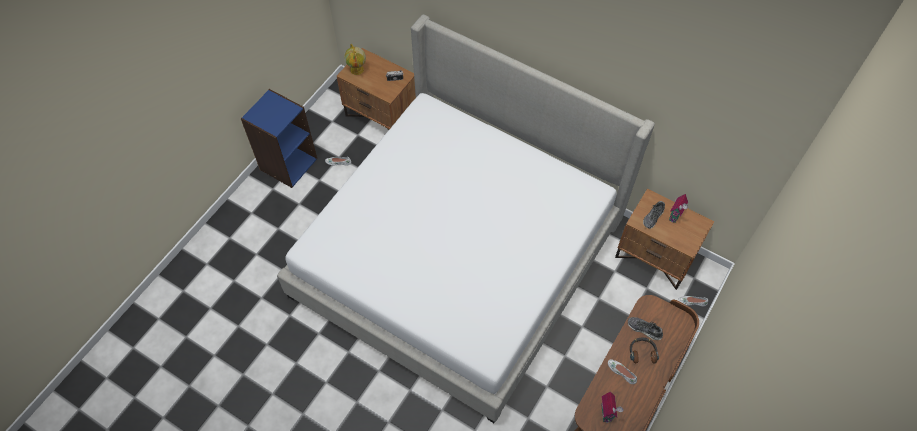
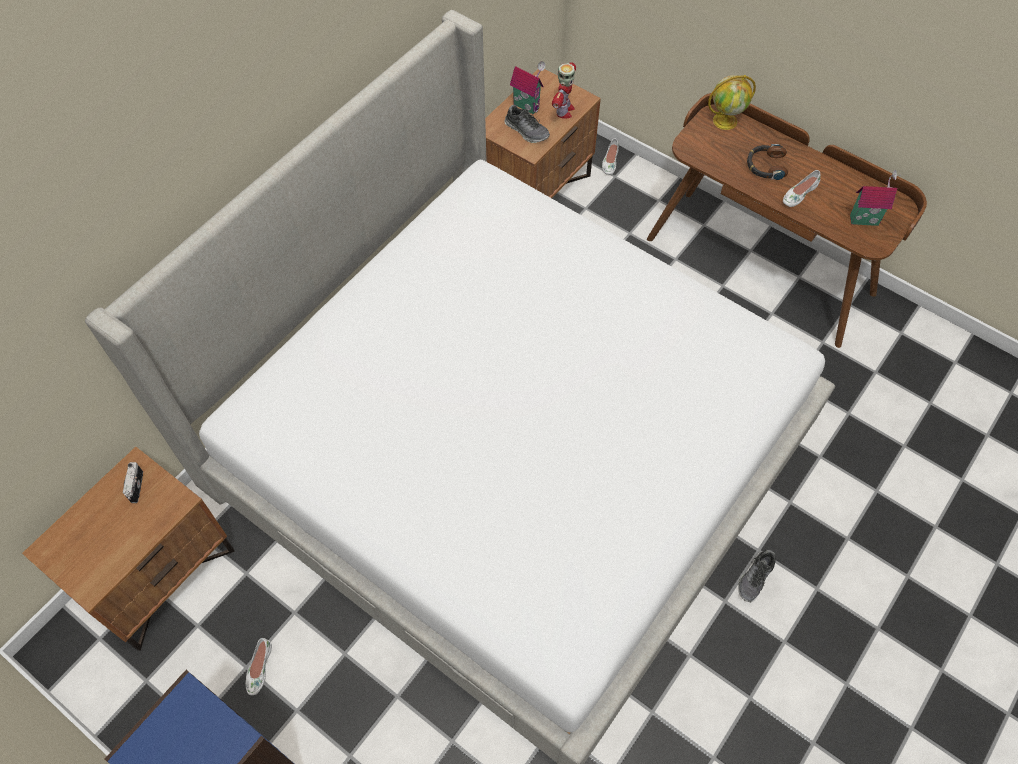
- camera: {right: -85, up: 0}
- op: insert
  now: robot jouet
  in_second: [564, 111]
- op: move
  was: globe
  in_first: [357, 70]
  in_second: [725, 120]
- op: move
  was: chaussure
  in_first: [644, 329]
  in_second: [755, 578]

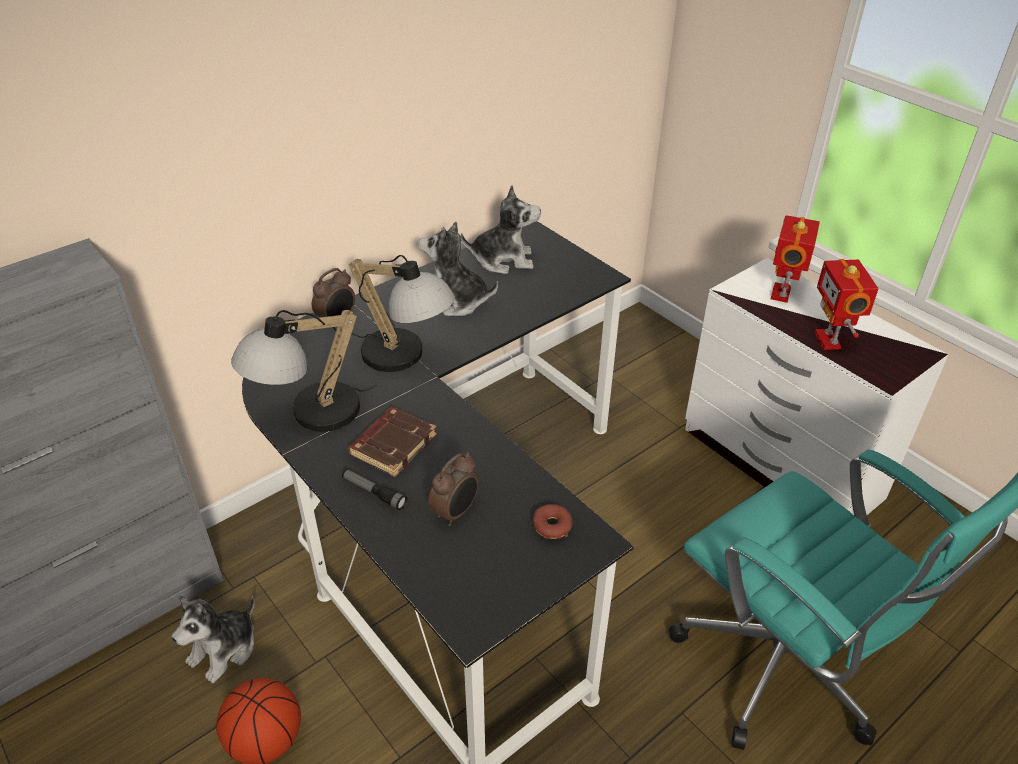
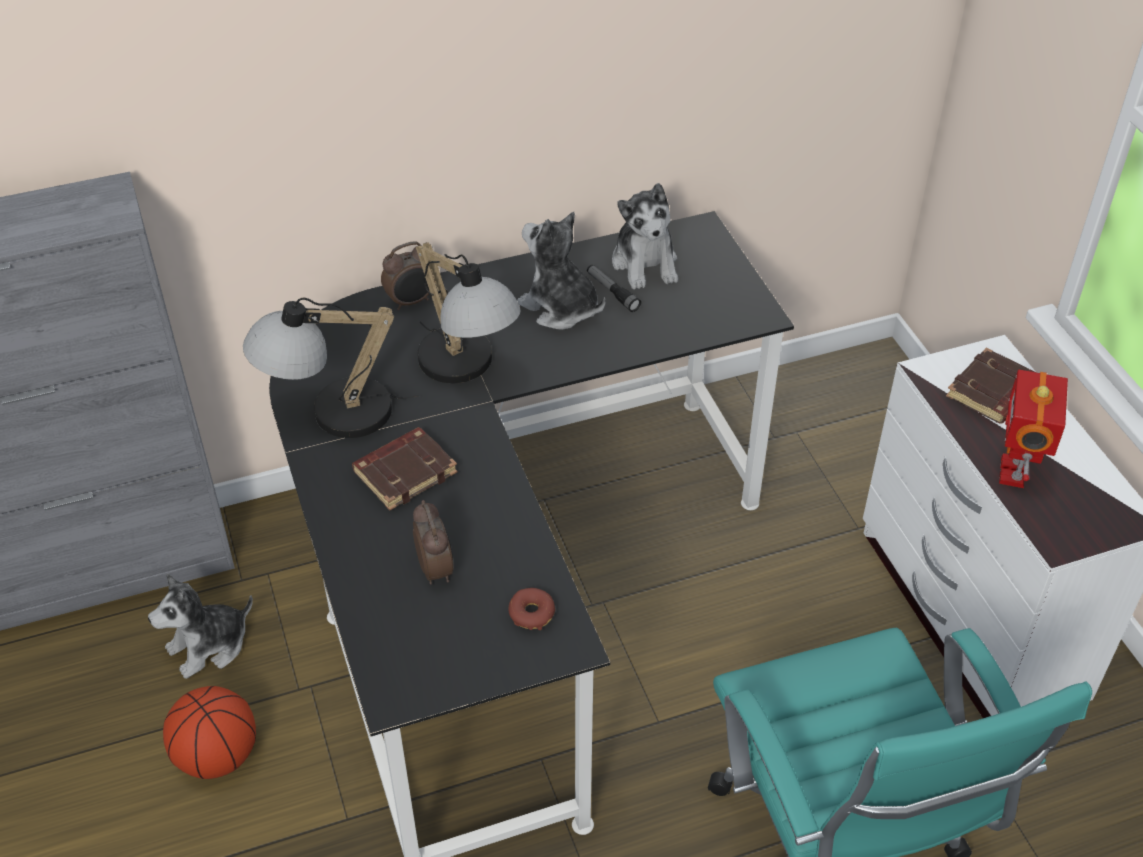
- camera: {right: 20, up: 5}
- op: rotate
  was: réveil
  in_first: [456, 512]
  in_second: [436, 569]
  clockwise: -75
- op: move
  was: lampe de poche
  in_first: [374, 493]
  in_second: [612, 292]
- op: rotate
  was: peluche
  in_first: [503, 260]
  in_second: [645, 263]
  clockwise: 60
- op: replace
  was: robot jouet
  now: livre (marron)
  in_first: [782, 294]
  in_second: [992, 392]

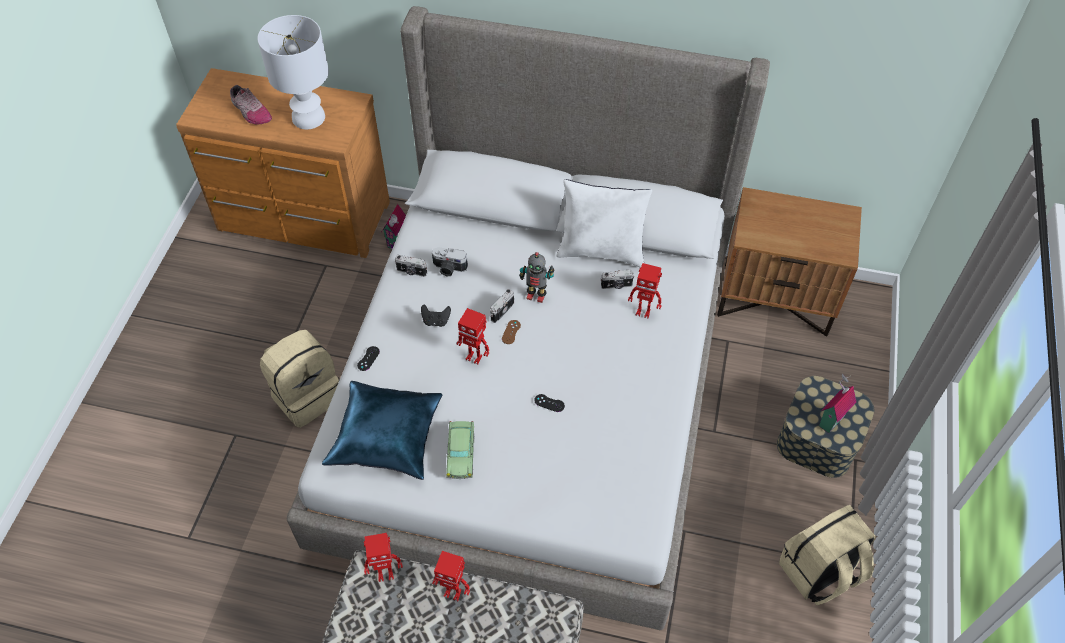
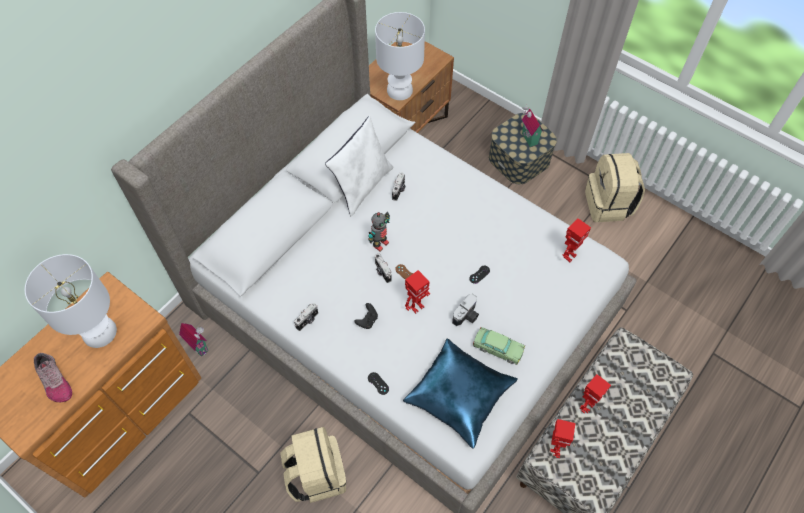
- camera: {right: -65, up: 5}
- op: rotate
  was: chaussure
  in_first: [250, 112]
  in_second: [54, 380]
  clockwise: 75
- op: insert
  now: lampe de table (blanc)
  in_second: [400, 90]
- op: move
  was: appareil photo
  in_first: [449, 268]
  in_second: [467, 316]
- op: move
  was: robot jouet
  in_first: [643, 312]
  in_second: [569, 256]

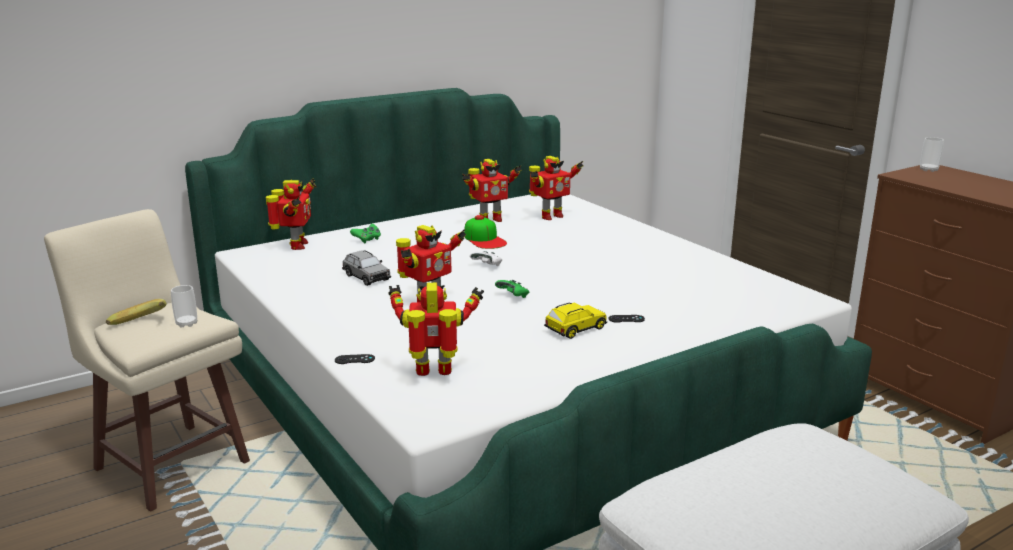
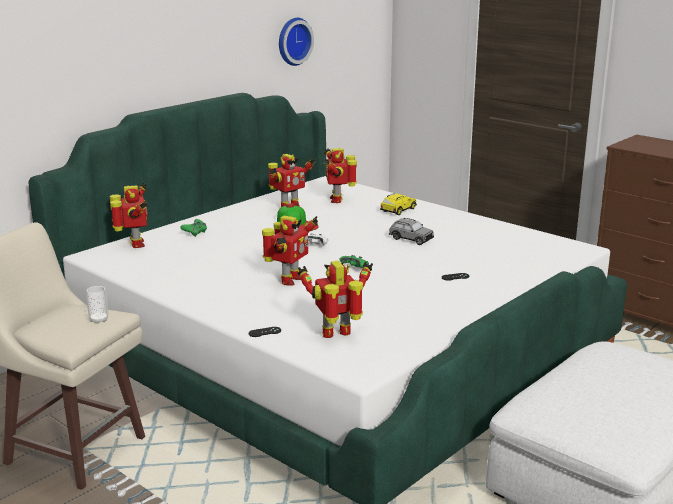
- camera: {right: -15, up: 0}
- op: insert
  now: horloge murale
  in_second: [292, 41]
- op: rotate
  was: robot jouet
  in_first: [550, 216]
  in_second: [338, 199]
  clockwise: 135
- op: move
  was: petite voiture (jaune)
  in_first: [575, 329]
  in_second: [398, 210]
- op: move
  was: petite voiture (gris)
  in_first: [366, 277]
  in_second: [411, 239]
- op: delete
  was: banane
  in_first: [141, 325]
- op: delete
  was: tasse
  in_first: [928, 170]

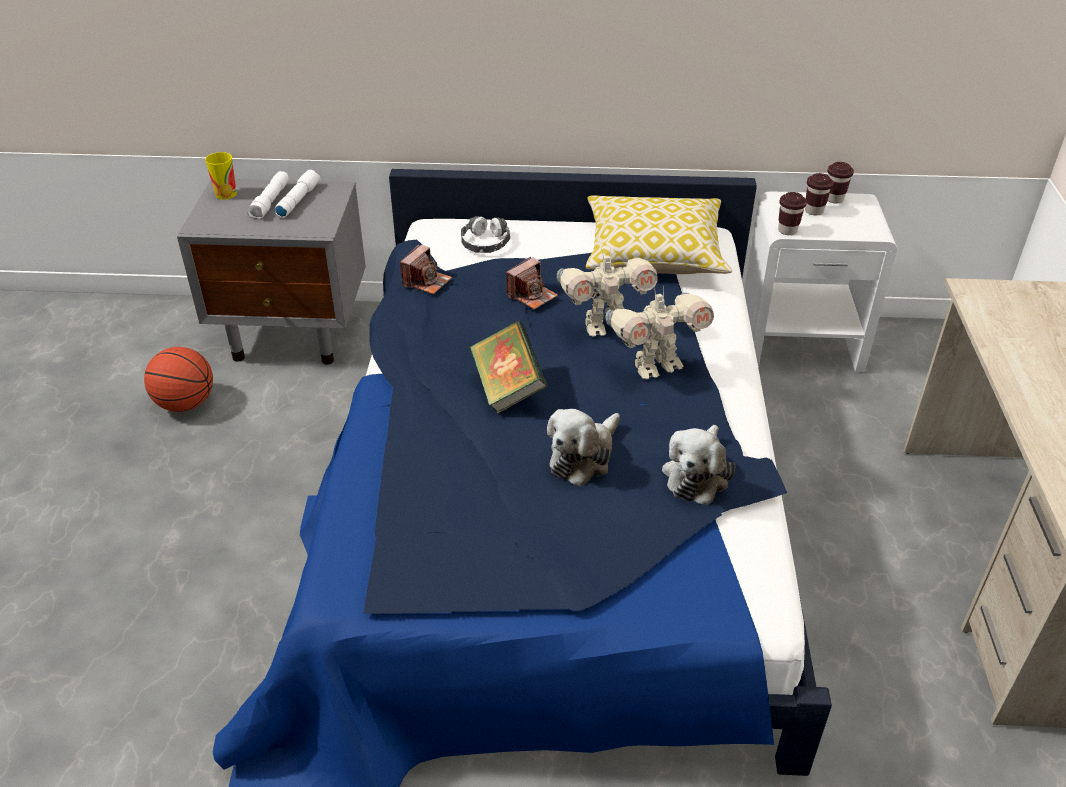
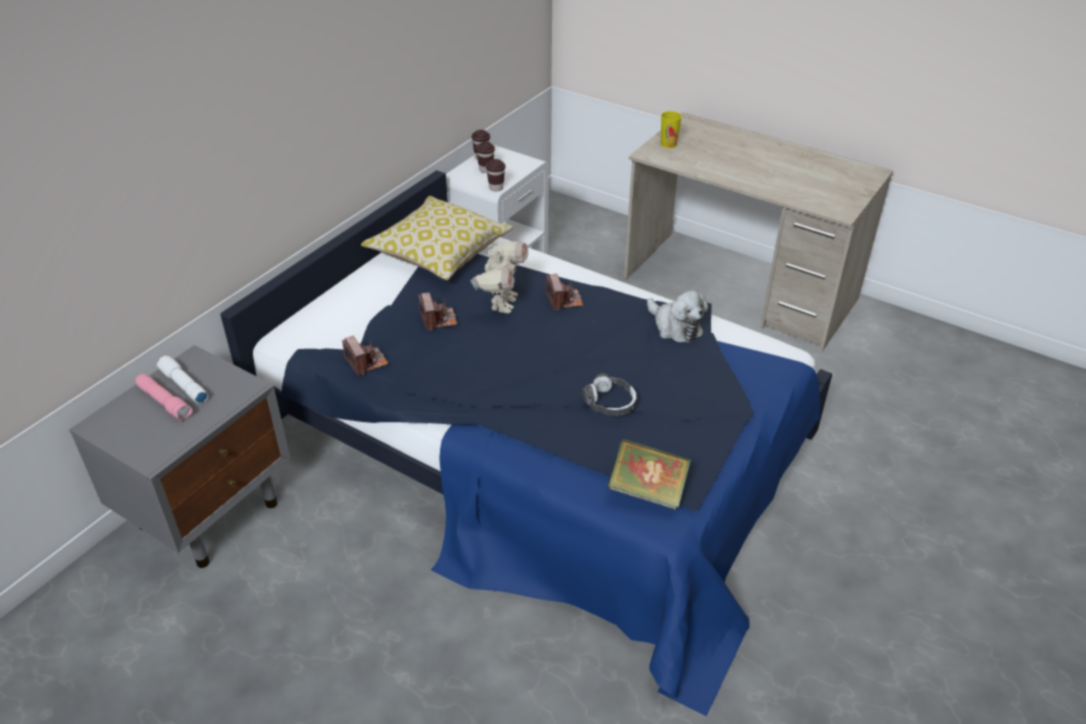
- camera: {right: -60, up: 0}
- op: recolor
  was: lampe de poche (blanc)
  now: lampe de poche (rose)
  in_first: [271, 202]
  in_second: [166, 402]
- op: replace
  was: robot jouet
  now: appareil photo
  in_first: [655, 366]
  in_second: [564, 300]
- op: move
  was: casque audio
  in_first: [485, 243]
  in_second: [609, 402]
- op: move
  was: livre
  in_first: [508, 387]
  in_second: [647, 491]
- op: move
  was: tasse
  in_first: [226, 194]
  in_second: [668, 144]
- op: delete
  was: ballon de basket
  in_first: [185, 404]
- op: delete
  was: peluche
  in_first: [583, 457]

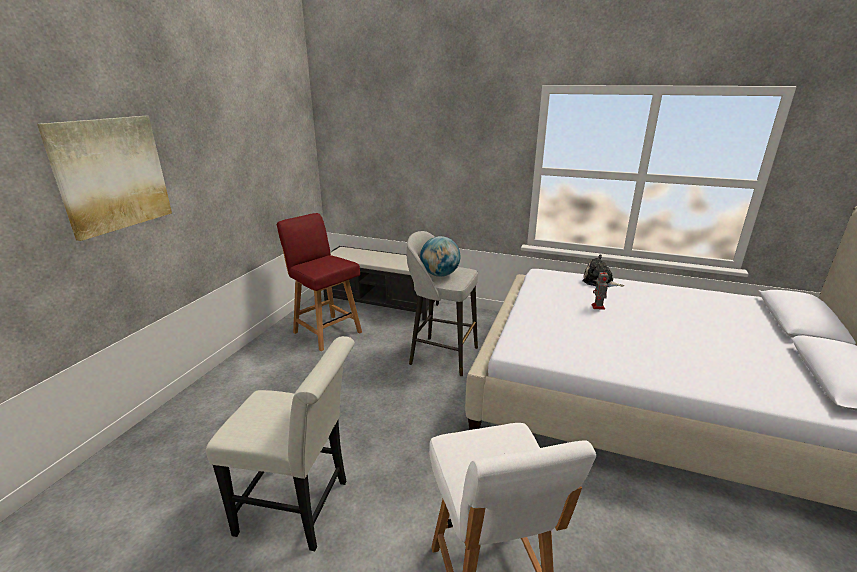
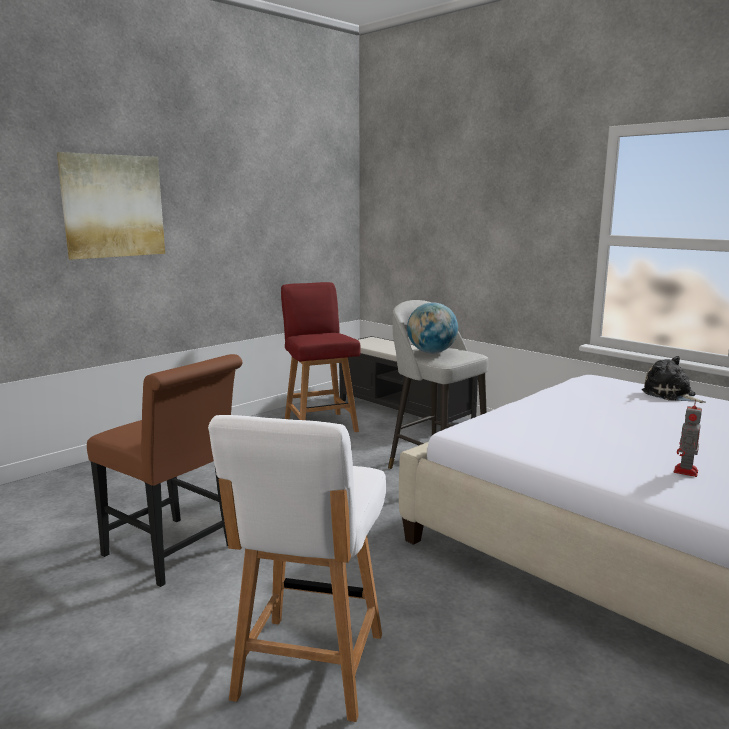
- camera: {right: 25, up: -10}
- op: recolor
  was: chaise (blanc)
  now: chaise (marron)
  in_first: [301, 508]
  in_second: [175, 553]
- op: move
  was: robot jouet
  in_first: [598, 307]
  in_second: [685, 472]

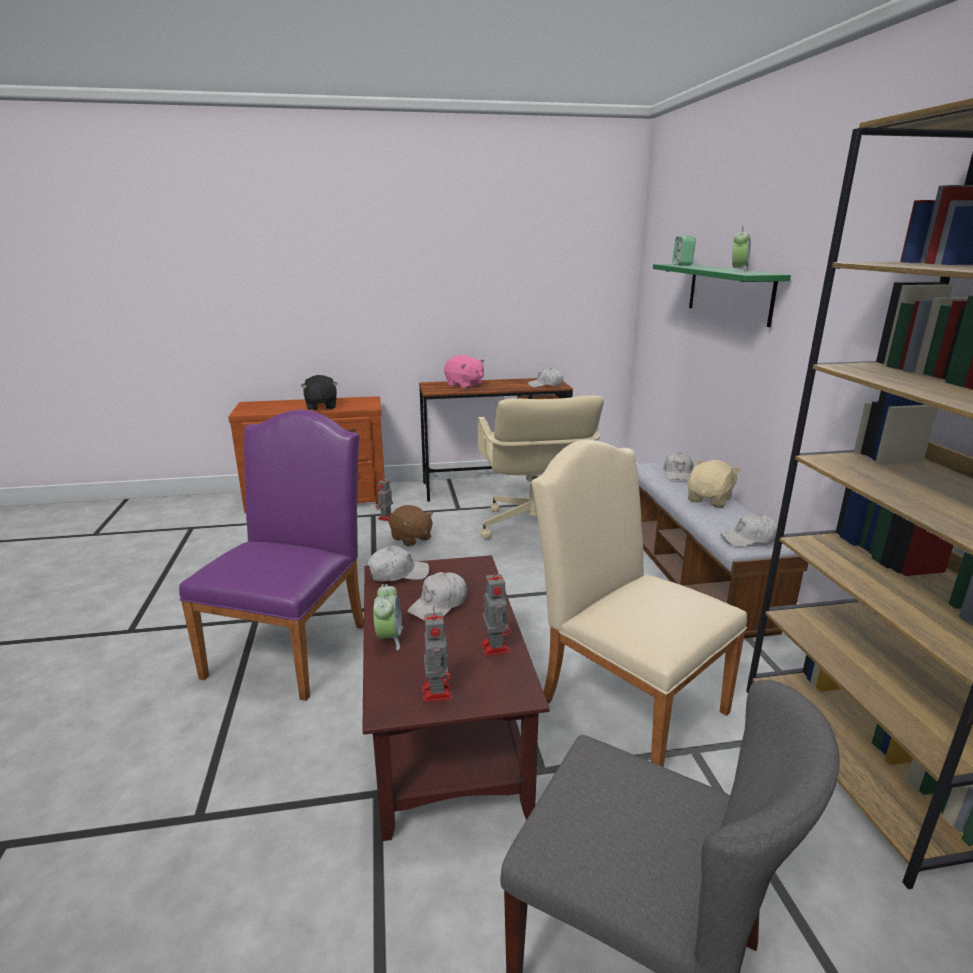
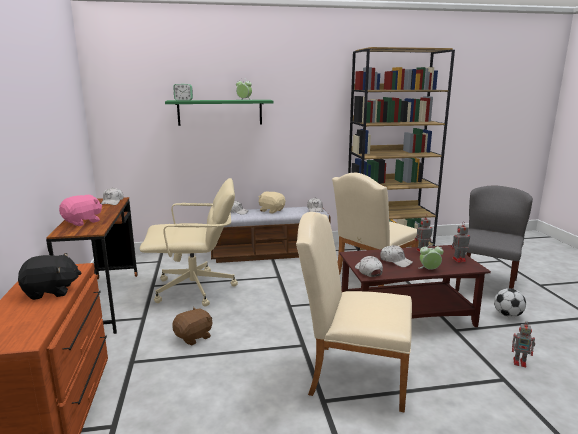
- camera: {right: -90, up: -5}
- op: recolor
  was: chaise (violet)
  now: chaise (beige)
  in_first: [294, 644]
  in_second: [351, 374]
- op: insert
  now: ballon de foot
  in_second: [507, 315]
- op: move
  was: robot jouet
  in_first: [385, 518]
  in_second: [520, 362]

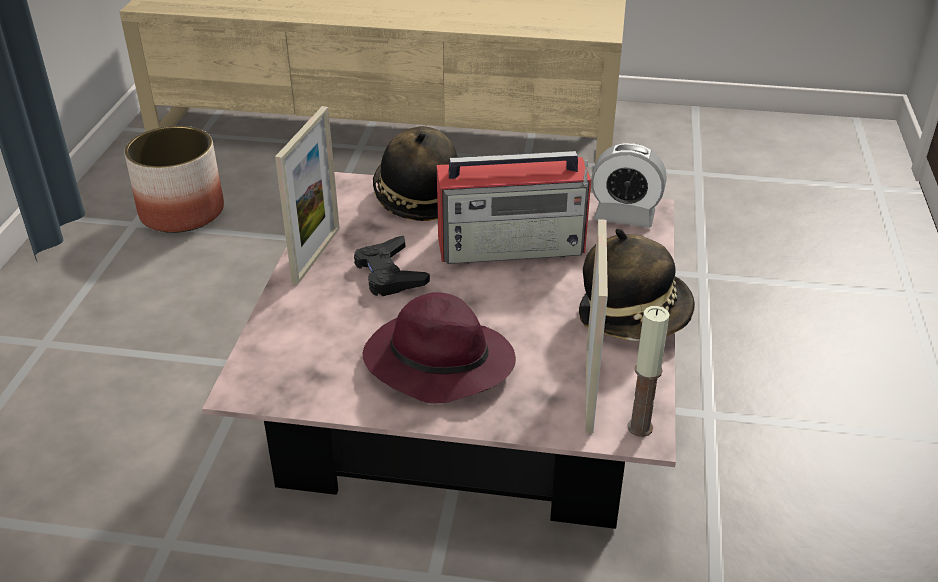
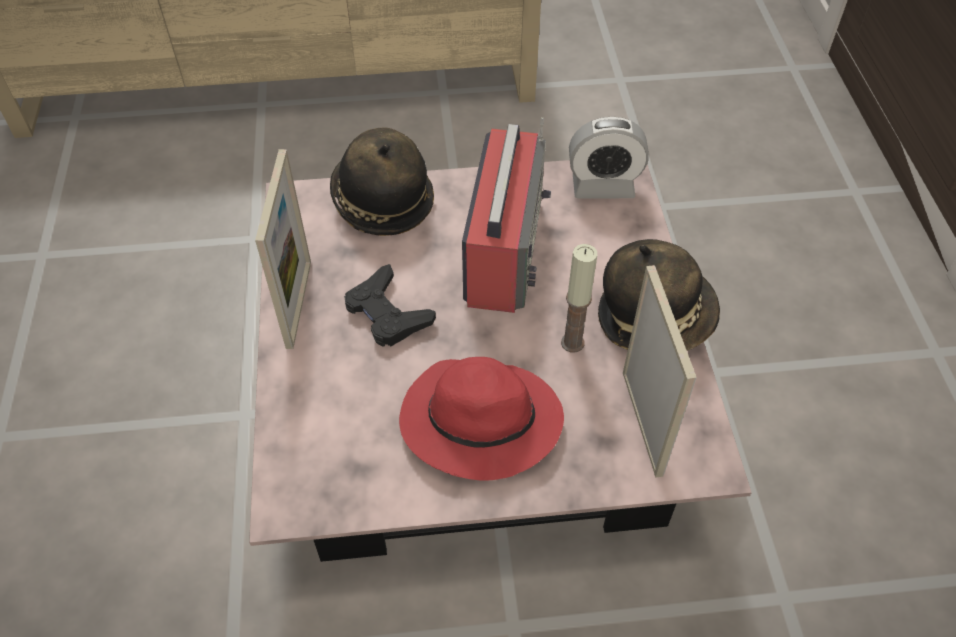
- camera: {right: -15, up: 15}
- op: recolor
  was: chapeau (violet)
  now: chapeau (rouge)
  in_first: [436, 363]
  in_second: [478, 422]
- op: rotate
  was: radio
  in_first: [513, 246]
  in_second: [504, 249]
  clockwise: -60
- op: move
  was: bougie
  in_first: [640, 427]
  in_second: [572, 343]
- op: delete
  was: cache-pot
  in_first: [183, 212]

